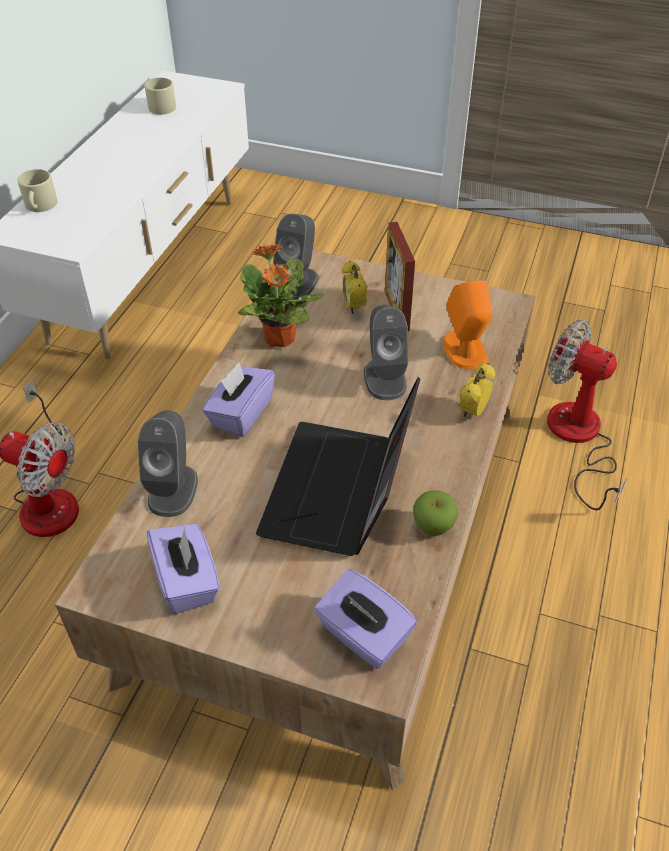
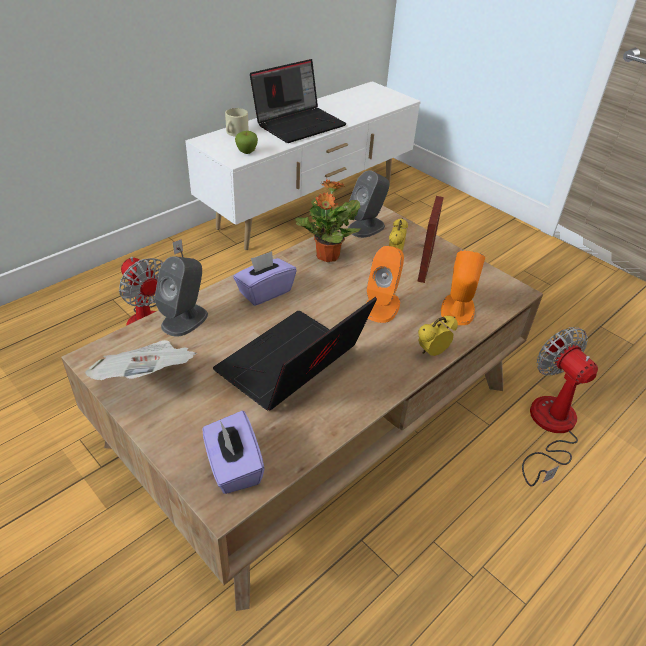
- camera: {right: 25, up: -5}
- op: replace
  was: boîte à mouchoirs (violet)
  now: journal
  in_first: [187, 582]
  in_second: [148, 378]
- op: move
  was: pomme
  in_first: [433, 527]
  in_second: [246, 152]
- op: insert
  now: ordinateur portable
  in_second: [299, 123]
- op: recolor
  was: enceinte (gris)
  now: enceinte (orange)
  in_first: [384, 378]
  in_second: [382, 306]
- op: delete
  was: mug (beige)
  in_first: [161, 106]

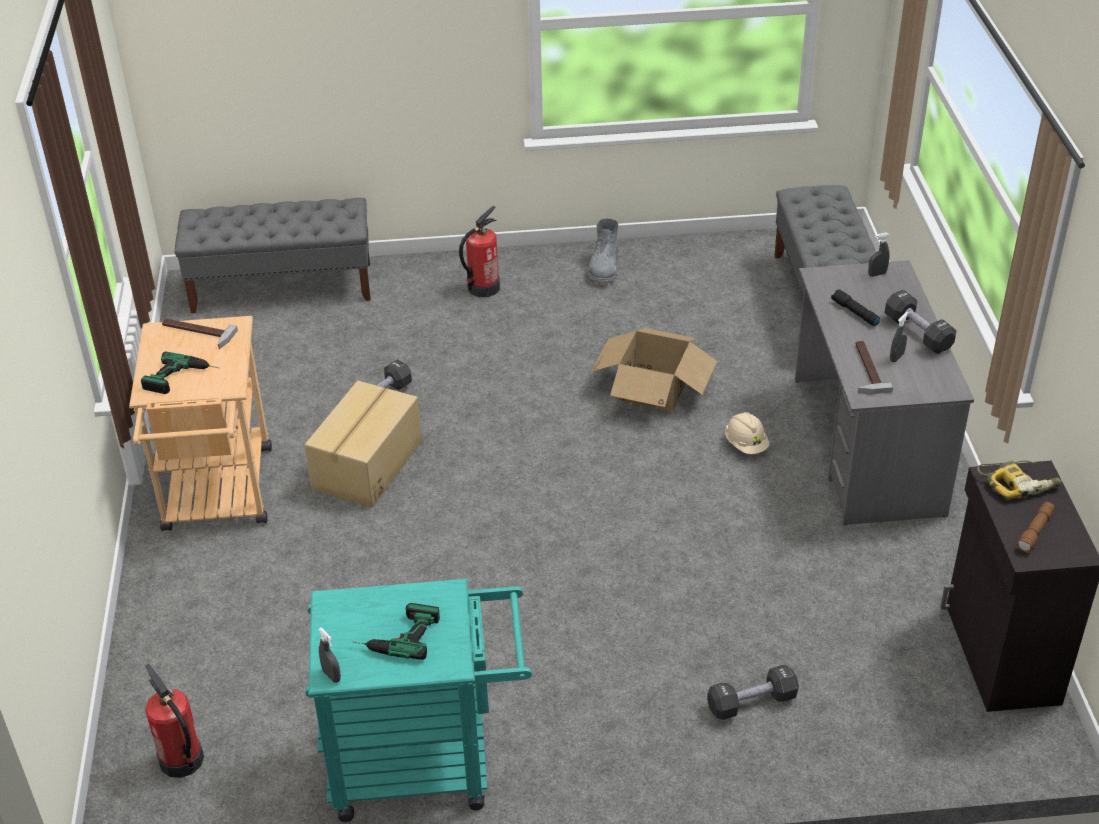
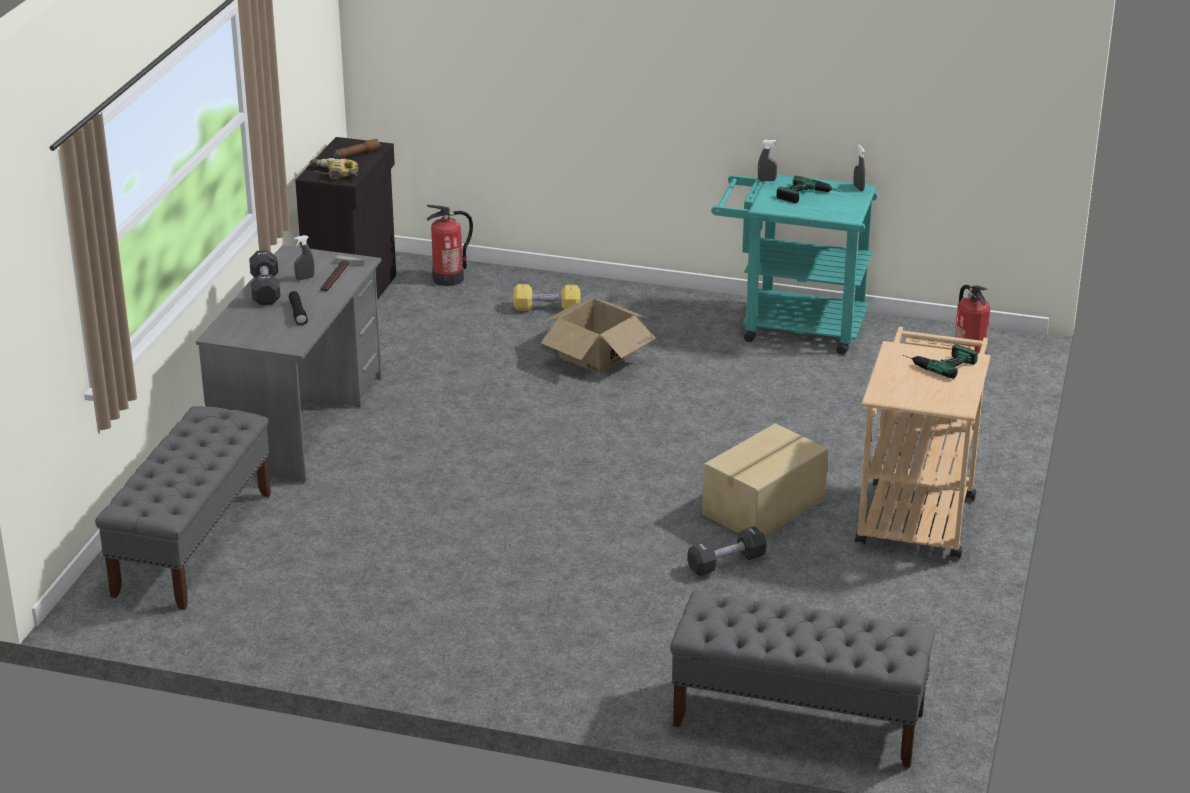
- camera: {right: -160, up: -10}
- op: move
  was: extincteur
  in_first: [483, 288]
  in_second: [449, 278]
- op: recolor
  was: haltère (noir)
  now: haltère (jaune)
  in_first: [751, 702]
  in_second: [547, 308]
- op: move
  was: carton
  in_first: [653, 389]
  in_second: [596, 354]
- op: move
  was: vaporisateur (gris)
  in_first: [877, 274]
  in_second: [767, 180]
- op: delete
  was: marteau
  in_first: [196, 333]
- op: delete
  was: botte (gris)
  in_first: [604, 269]
- op: delete
  was: casque de chantier (beige)
  in_first: [746, 444]

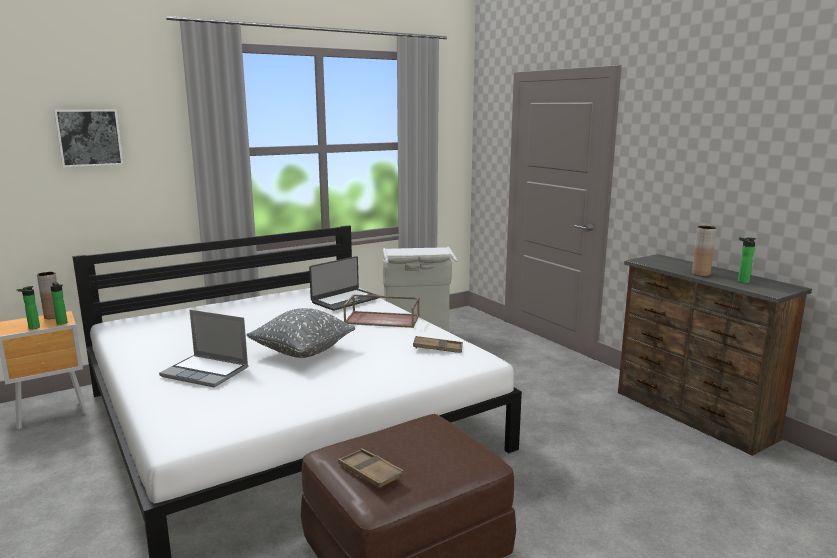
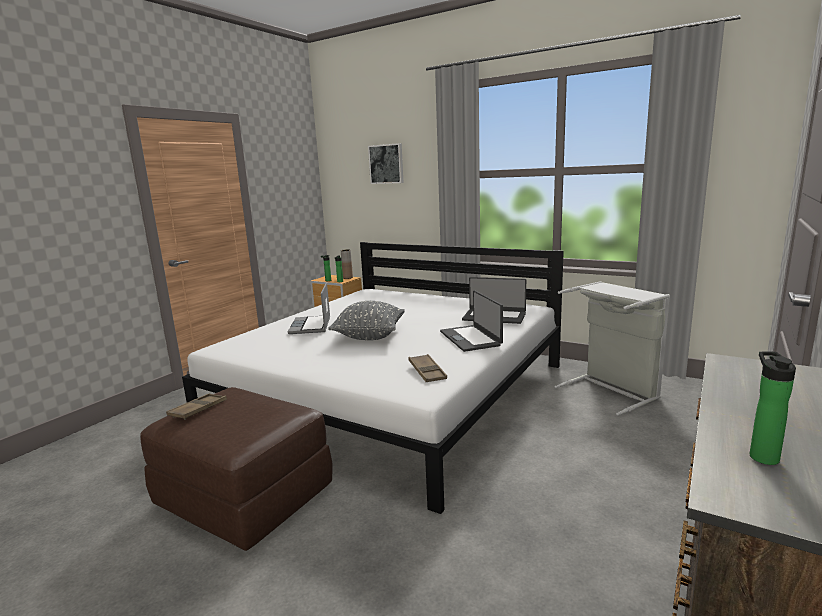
- camera: {right: 65, up: 0}
- op: replace
  was: plateau (marron)
  now: ordinateur portable
  in_first: [383, 319]
  in_second: [471, 338]
- op: delete
  was: vase (marron)
  in_first: [700, 274]

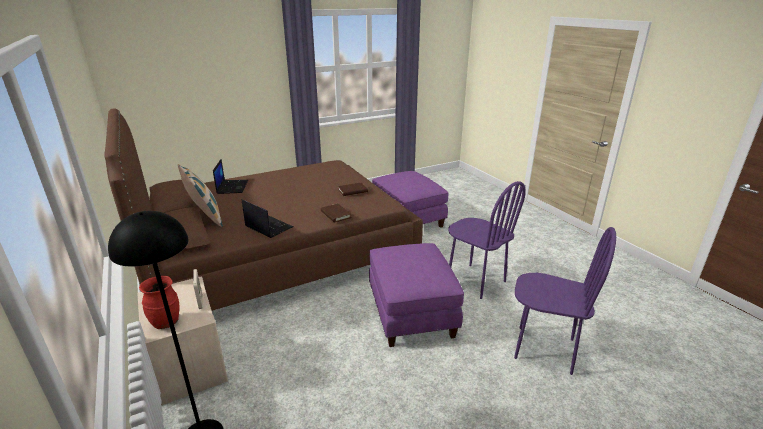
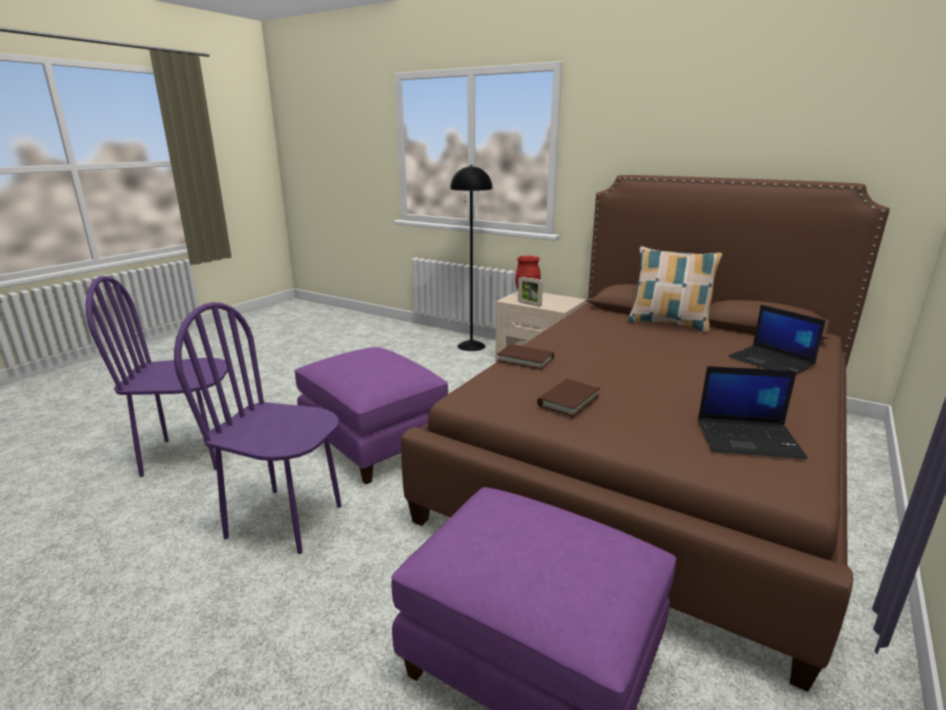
- camera: {right: 150, up: -5}
- op: move
  was: ordinateur portable
  in_first: [268, 227]
  in_second: [749, 438]

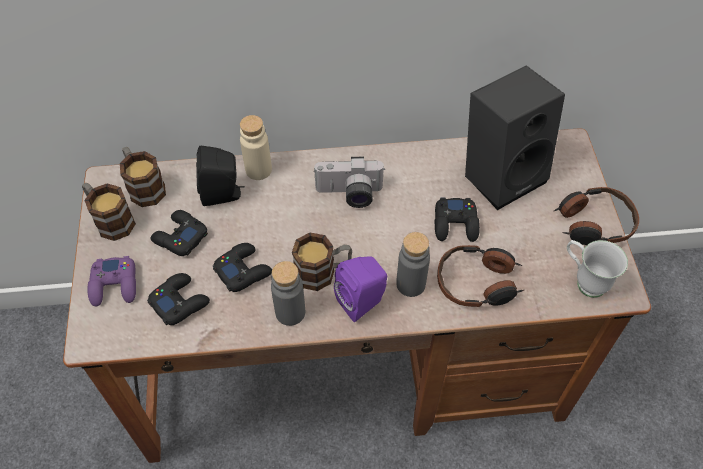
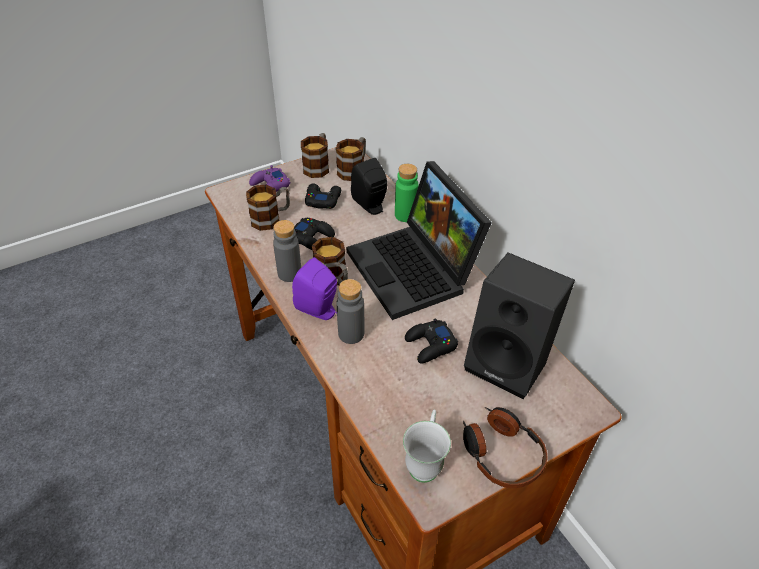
- camera: {right: 65, up: -10}
- op: replace
  was: manette (noir)
  now: mug
  in_first: [180, 302]
  in_second: [271, 218]
- op: replace
  was: appareil photo
  now: ordinateur portable
  in_first: [349, 195]
  in_second: [416, 270]
- op: recolor
  was: bouteille (beige)
  now: bouteille (vert)
  in_first: [258, 170]
  in_second: [405, 215]
- op: delete
  was: casque audio
  in_first: [478, 283]

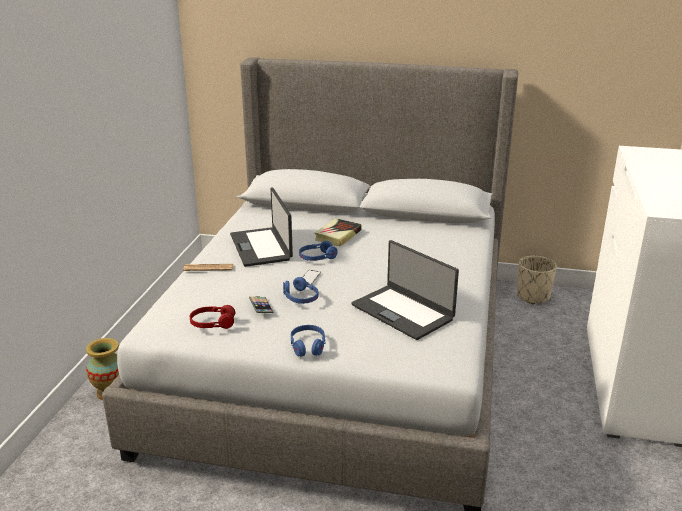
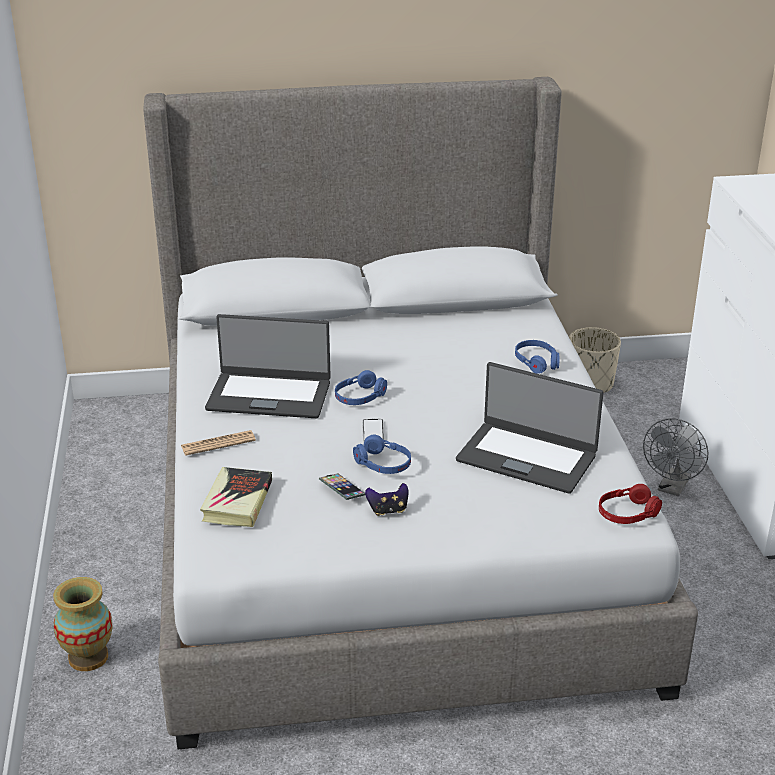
- camera: {right: -20, up: 5}
- op: move
  was: livre
  in_first: [338, 235]
  in_second: [237, 502]
- op: rotate
  was: ordinateur portable
  in_first: [261, 247]
  in_second: [269, 395]
  clockwise: -45
- op: insert
  now: manette
  in_second: [388, 510]
- op: move
  was: casque audio (bleu)
  in_first: [308, 346]
  in_second: [537, 362]
- op: move
  was: casque audio (rouge)
  in_first: [213, 323]
  in_second: [627, 513]
- op: insert
  now: ventilateur (gris)
  in_second: [672, 488]

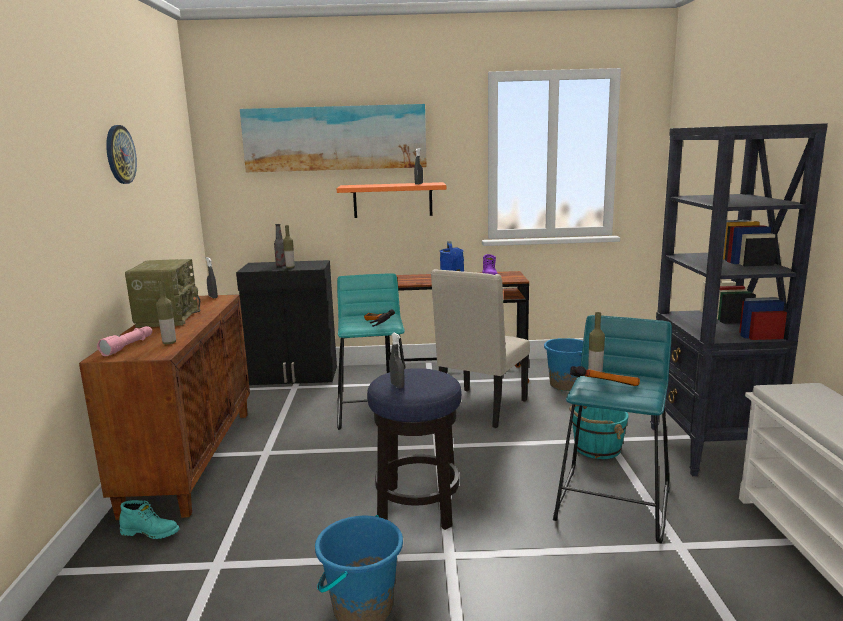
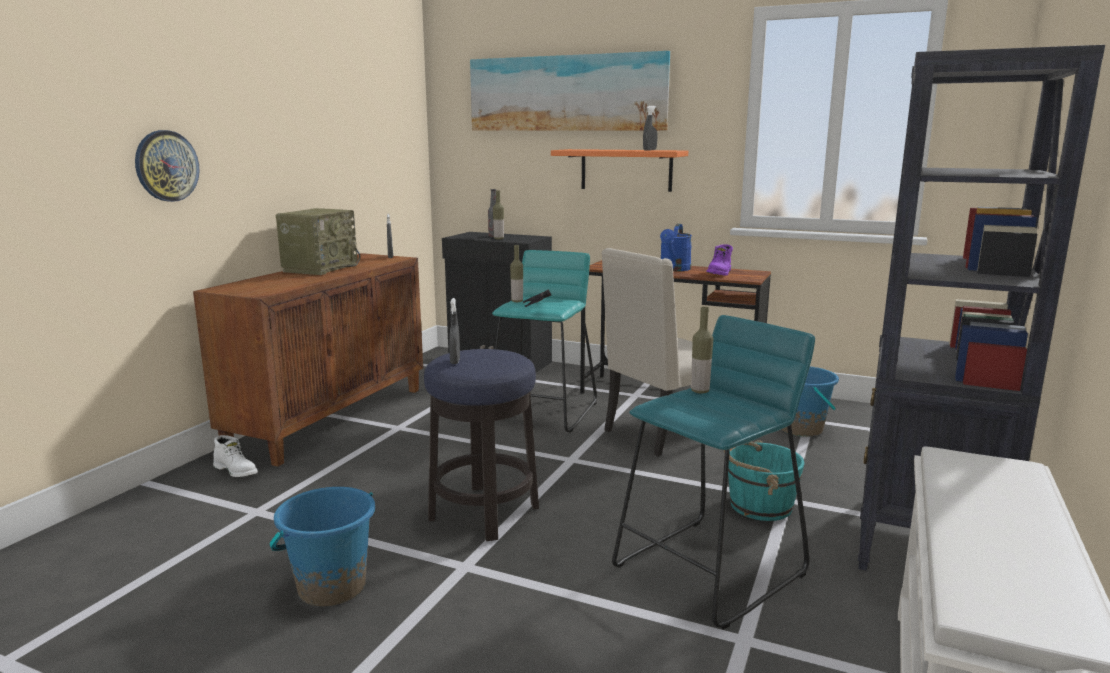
- camera: {right: 25, up: 0}
- op: move
  was: horloge murale
  in_first: [120, 154]
  in_second: [166, 166]
- op: recolor
  was: botte (turquoise)
  now: botte (blanc)
  in_first: [151, 532]
  in_second: [236, 471]
- op: move
  was: bouteille
  in_first: [169, 343]
  in_second: [517, 301]
- op: delete
  was: lampe de poche (rose)
  in_first: [129, 346]
- op: delete
  was: marteau
  in_first: [602, 386]

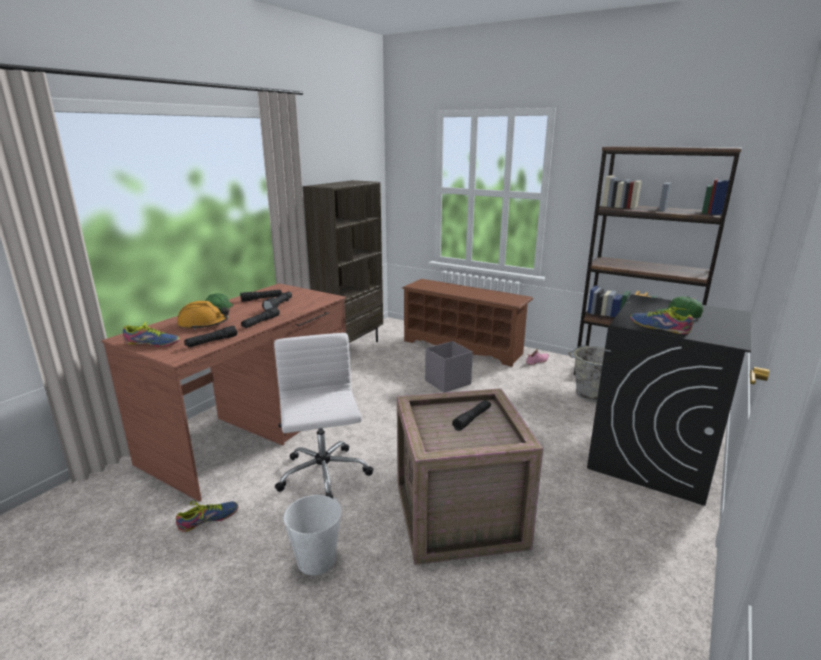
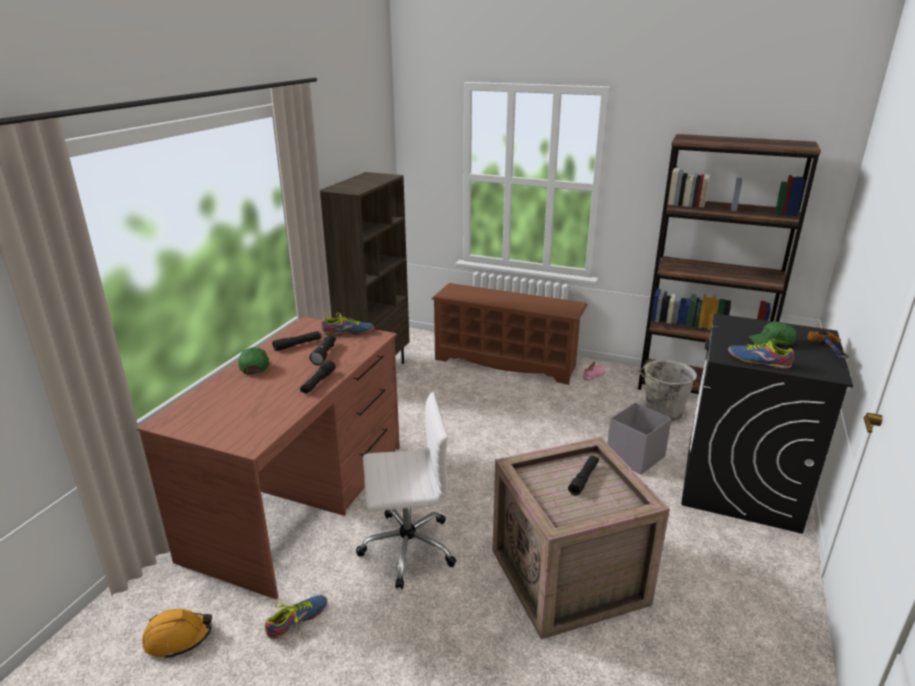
- camera: {right: -10, up: 5}
- op: move
  was: casque de chantier (orange)
  in_first: [203, 324]
  in_second: [178, 638]
- op: move
  was: chaussure
  in_first: [152, 343]
  in_second: [348, 332]
- op: rotate
  was: chaise de bureau (blanc)
  in_first: [323, 475]
  in_second: [406, 547]
  clockwise: 105
- op: move
  was: boîte de rangement (gris)
  in_first: [447, 382]
  in_second: [634, 457]
- op: insert
  now: marteau
  in_second: [831, 352]
- op: delete
  was: lampe de poche (noir)
  in_first: [211, 342]
- op: delete
  was: seau (blanc)
  in_first: [316, 560]

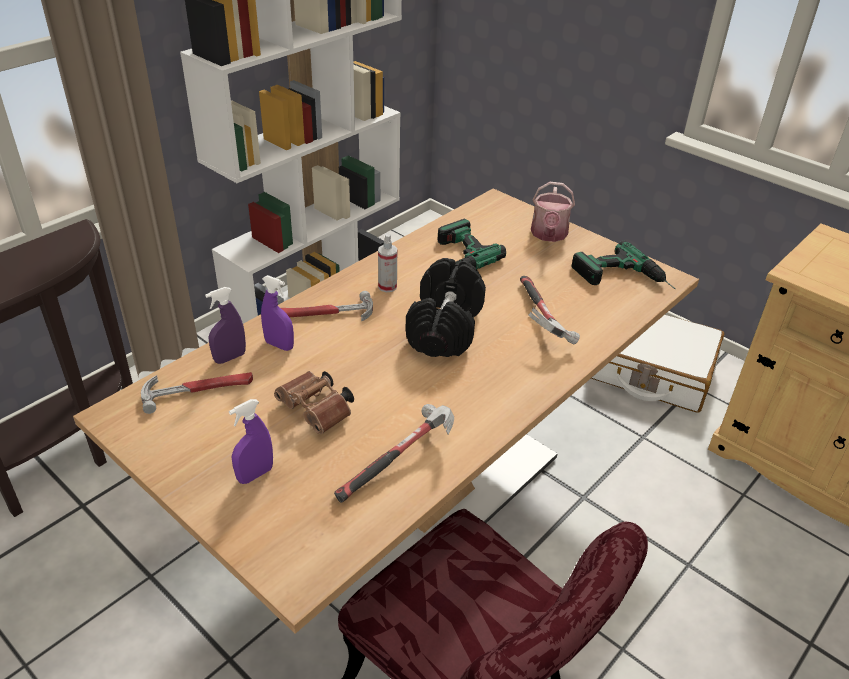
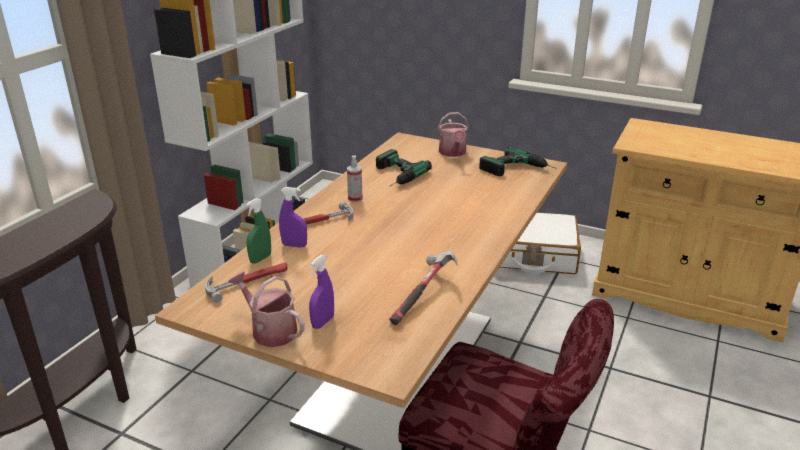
- camera: {right: -15, up: -10}
- op: insert
  now: arrosoir
  in_second: [270, 330]
- op: recolor
  was: vaporisateur (violet)
  now: vaporisateur (vert)
  in_first: [230, 357]
  in_second: [260, 259]
- op: delete
  was: jumelles (marron)
  in_first: [318, 412]
- op: delete
  was: haltère (noir)
  in_first: [445, 327]
- op: delete
  was: marteau
  in_first: [540, 319]

